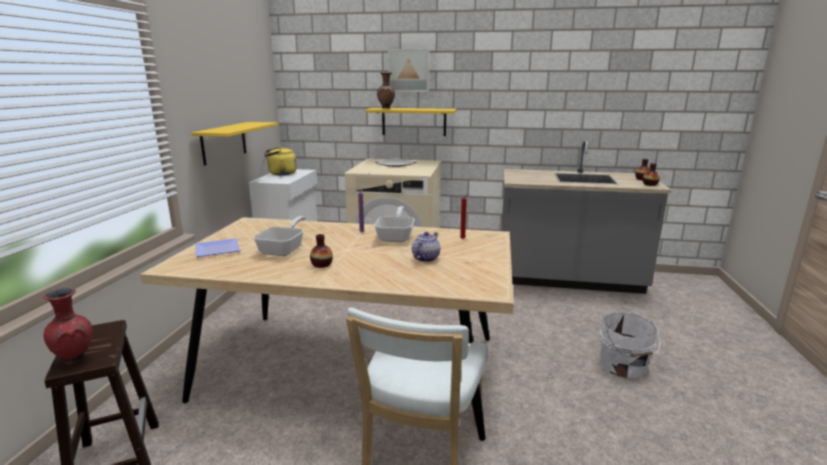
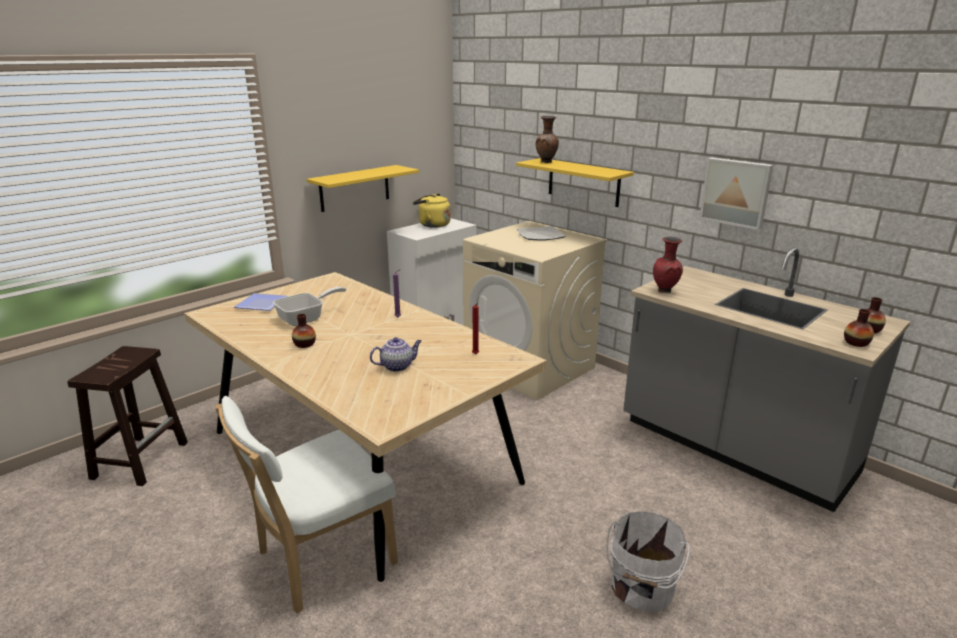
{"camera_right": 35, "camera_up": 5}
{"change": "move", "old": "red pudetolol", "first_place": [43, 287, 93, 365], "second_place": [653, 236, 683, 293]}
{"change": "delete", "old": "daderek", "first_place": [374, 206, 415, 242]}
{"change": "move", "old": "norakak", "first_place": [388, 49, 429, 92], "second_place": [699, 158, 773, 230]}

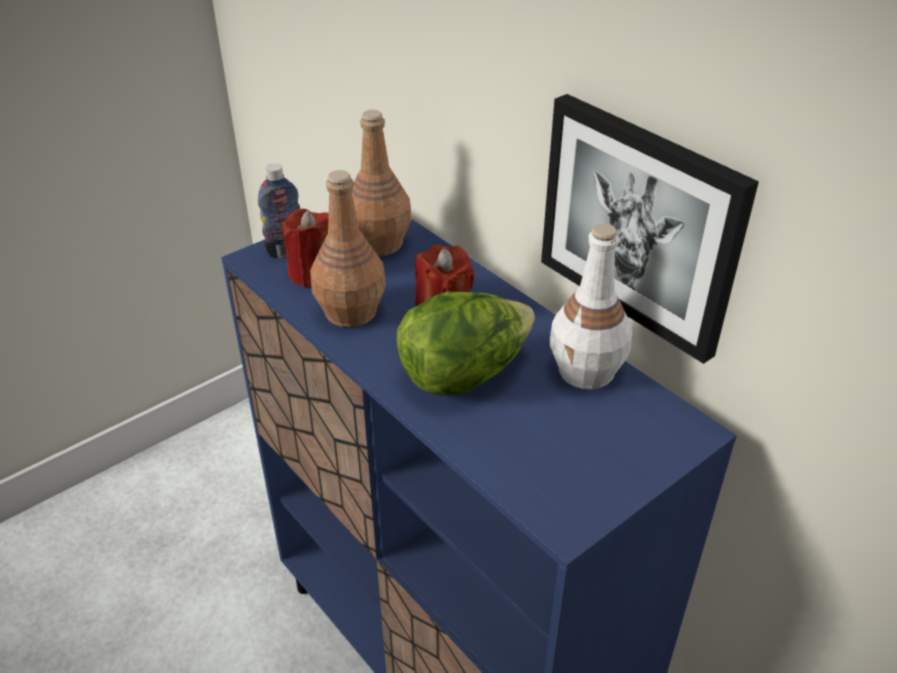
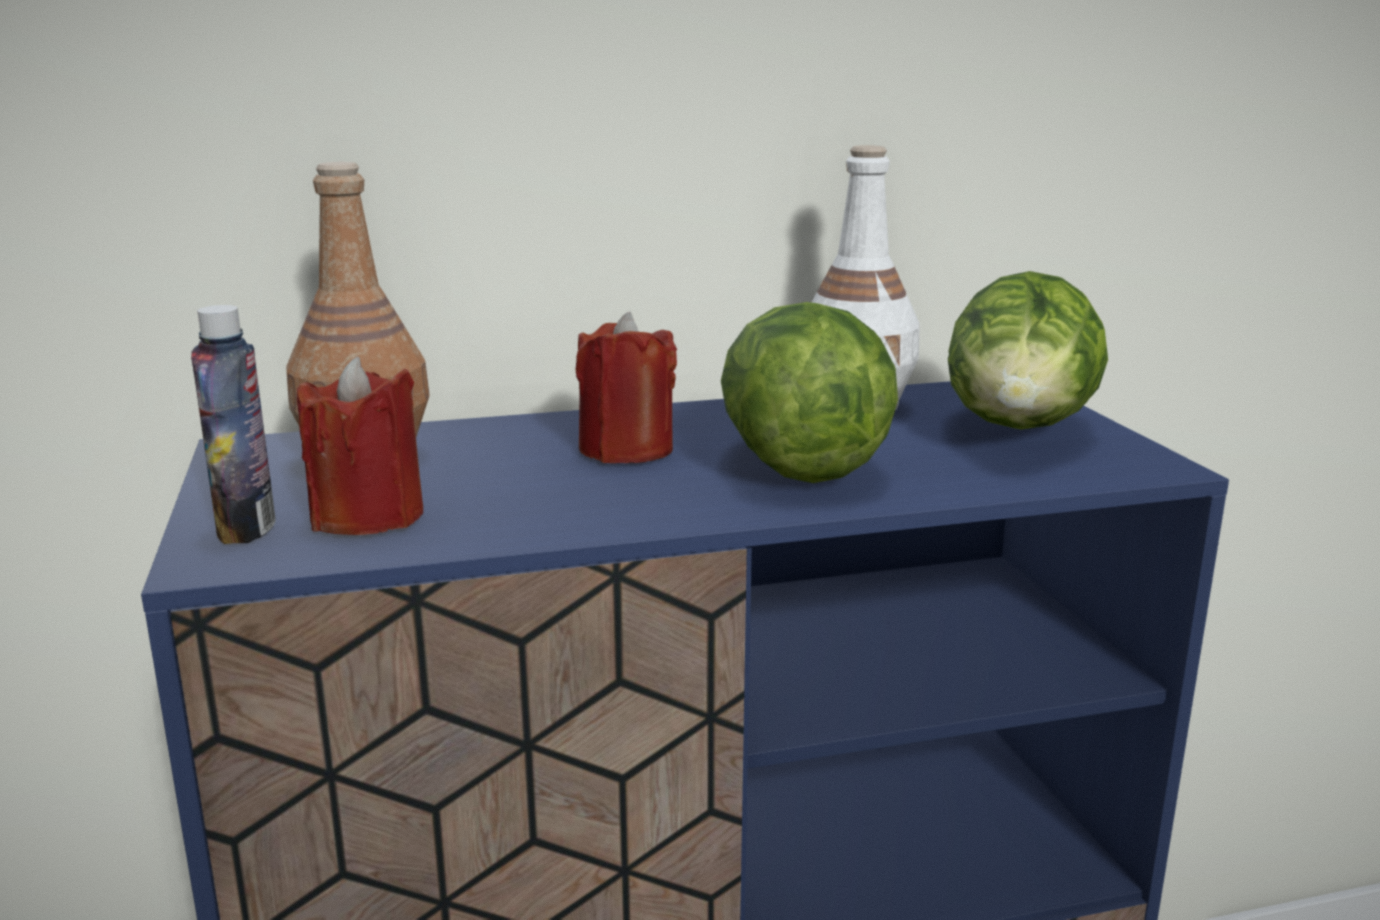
{"camera_right": -65, "camera_up": -20}
{"change": "delete", "old": "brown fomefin", "first_place": [310, 170, 386, 328]}
{"change": "delete", "old": "norakak", "first_place": [541, 94, 759, 364]}
{"change": "insert", "new": "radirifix", "second_place": [948, 271, 1108, 429]}

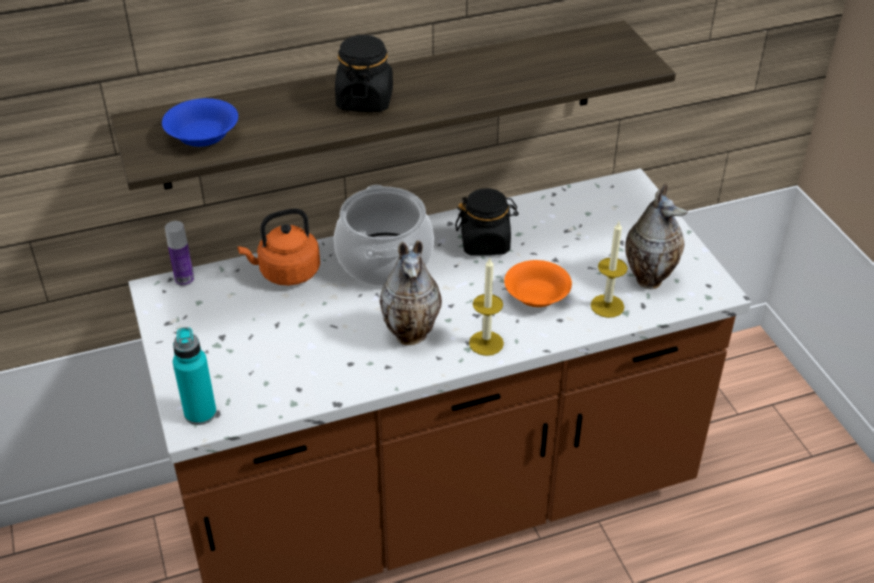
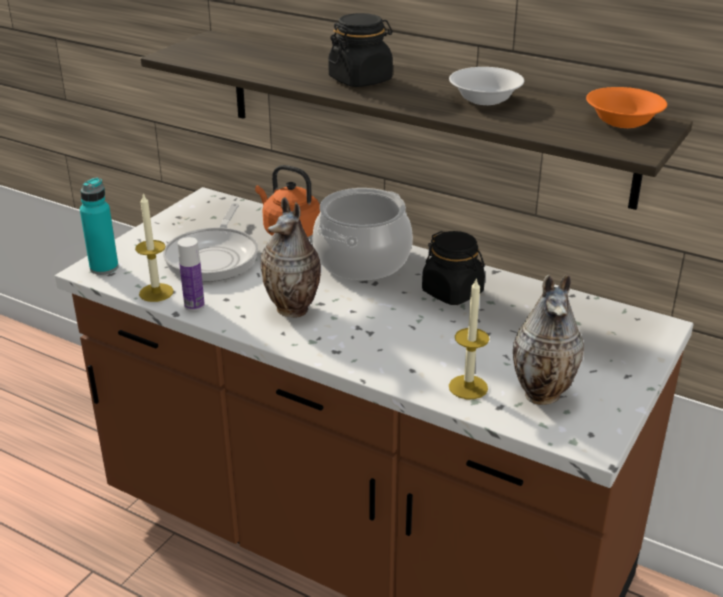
{"camera_right": 50, "camera_up": -10}
{"change": "delete", "old": "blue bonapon", "first_place": [162, 98, 238, 147]}
{"change": "move", "old": "fomefin", "first_place": [165, 221, 194, 286], "second_place": [178, 237, 205, 311]}
{"change": "move", "old": "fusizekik", "first_place": [469, 258, 504, 356], "second_place": [135, 193, 174, 302]}
{"change": "move", "old": "orange bonapon", "first_place": [504, 260, 572, 307], "second_place": [586, 87, 667, 128]}
{"change": "insert", "new": "daderek", "second_place": [163, 203, 258, 282]}
{"change": "insert", "new": "white bonapon", "second_place": [449, 67, 524, 105]}

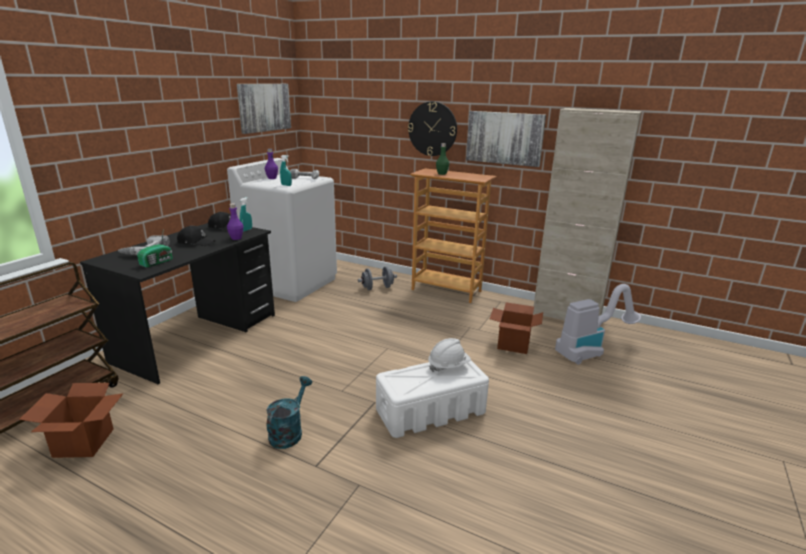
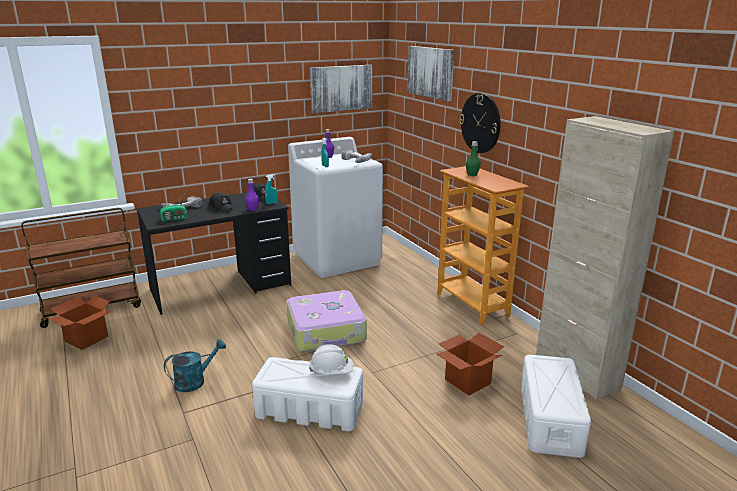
{"camera_right": 35, "camera_up": 0}
{"change": "delete", "old": "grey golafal", "first_place": [358, 266, 397, 290]}
{"change": "move", "old": "norakak", "first_place": [466, 111, 546, 167], "second_place": [407, 46, 454, 101]}
{"change": "replace", "old": "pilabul", "new": "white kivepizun", "first_place": [555, 284, 641, 365], "second_place": [521, 355, 591, 458]}
{"change": "insert", "new": "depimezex", "second_place": [286, 290, 367, 352]}

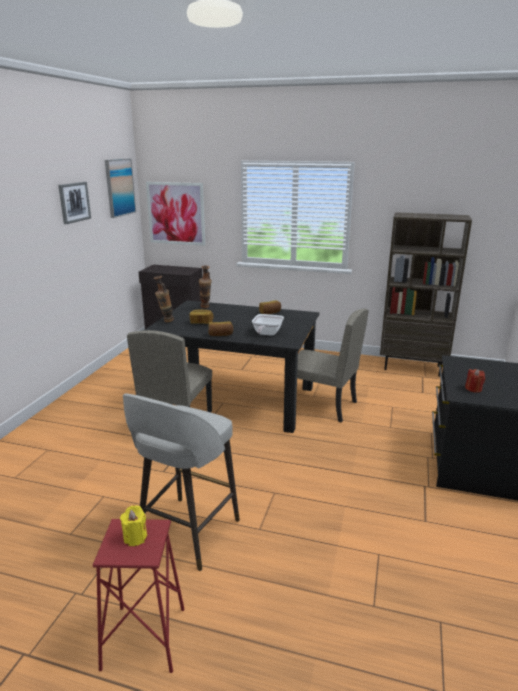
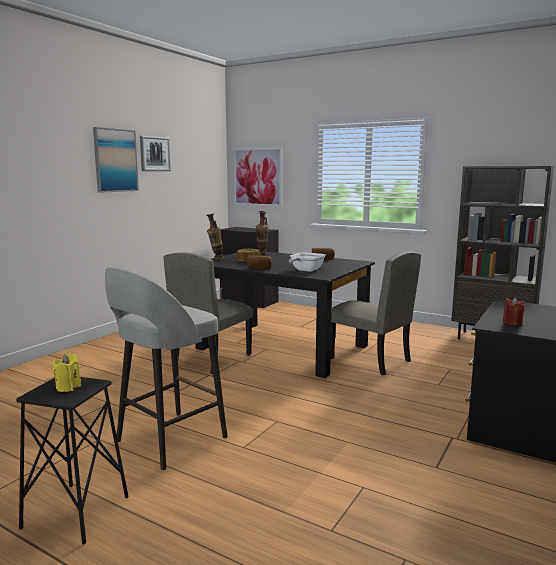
{"camera_right": 15, "camera_up": -10}
{"change": "recolor", "old": "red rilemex", "new": "black rilemex", "first_place": [93, 519, 184, 673], "second_place": [16, 377, 129, 544]}
{"change": "move", "old": "norakak", "first_place": [105, 159, 136, 218], "second_place": [93, 127, 139, 193]}

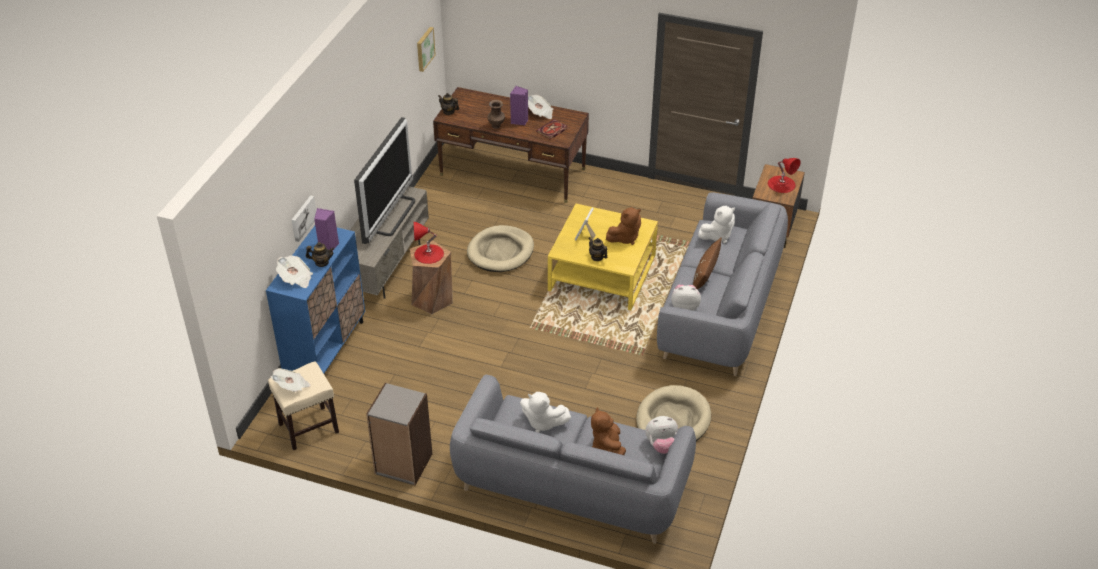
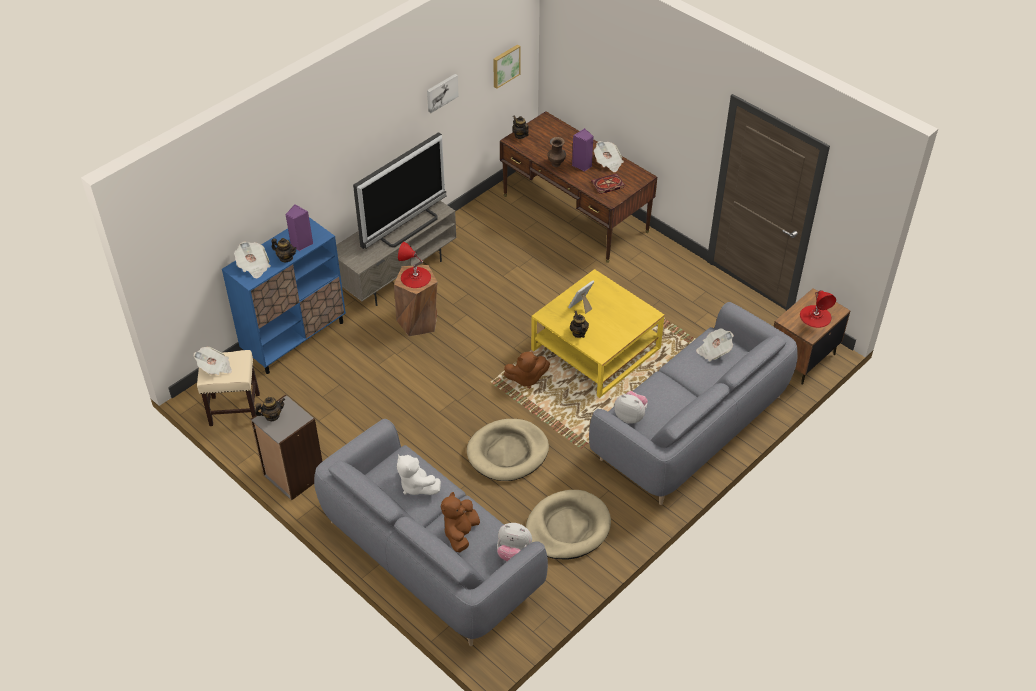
{"camera_right": 25, "camera_up": 5}
{"change": "move", "old": "norakak", "first_place": [292, 195, 316, 242], "second_place": [427, 74, 459, 113]}
{"change": "move", "old": "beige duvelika", "first_place": [467, 225, 534, 272], "second_place": [467, 419, 549, 481]}
{"change": "move", "old": "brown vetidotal", "first_place": [606, 207, 641, 245], "second_place": [504, 352, 550, 389]}
{"change": "delete", "old": "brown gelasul", "first_place": [693, 237, 722, 289]}
{"change": "replace", "old": "white vetidotal", "new": "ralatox", "first_place": [698, 206, 735, 243], "second_place": [696, 328, 734, 361]}
{"change": "insert", "new": "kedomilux", "second_place": [255, 397, 285, 421]}

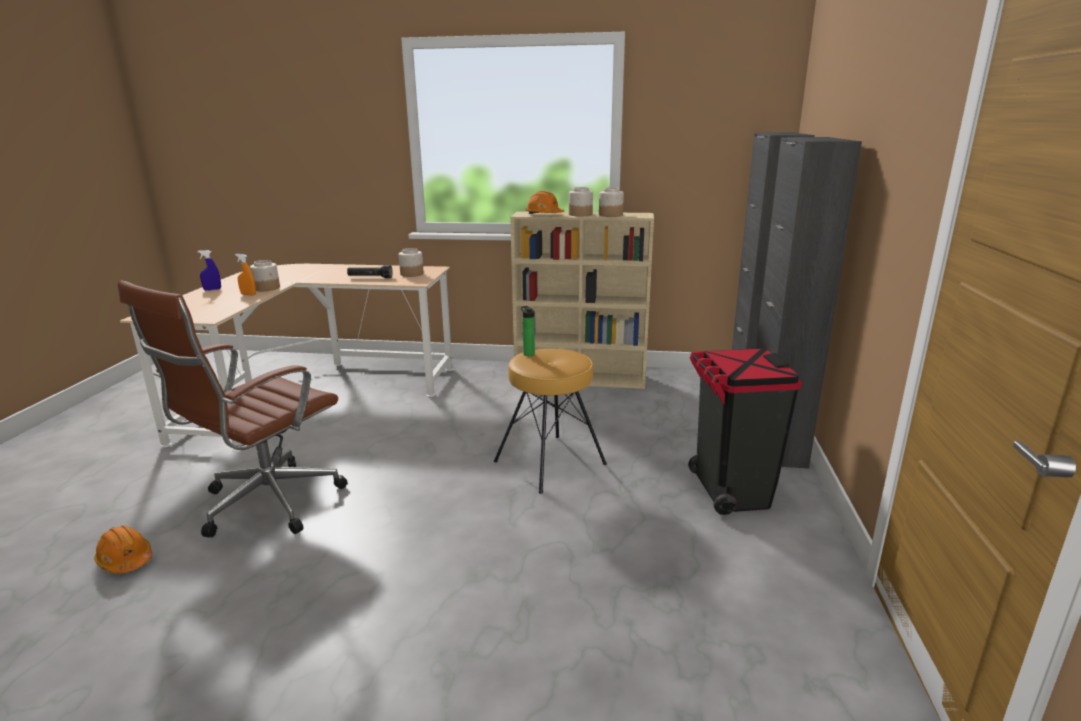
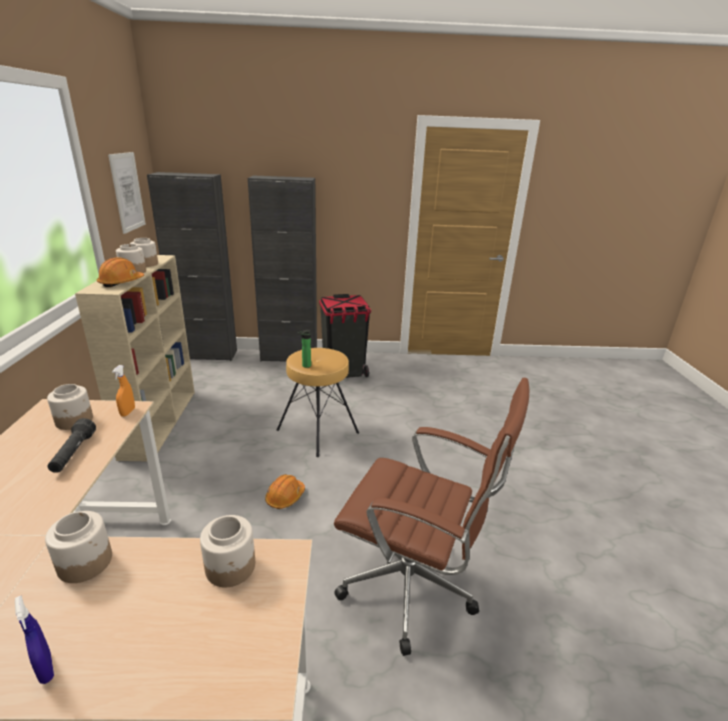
{"camera_right": -100, "camera_up": 5}
{"change": "move", "old": "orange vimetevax", "first_place": [94, 525, 152, 574], "second_place": [265, 474, 305, 509]}
{"change": "move", "old": "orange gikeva", "first_place": [235, 254, 256, 295], "second_place": [112, 365, 135, 417]}
{"change": "insert", "new": "norakak", "second_place": [108, 152, 146, 234]}
{"change": "insert", "new": "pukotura", "second_place": [200, 515, 255, 587]}

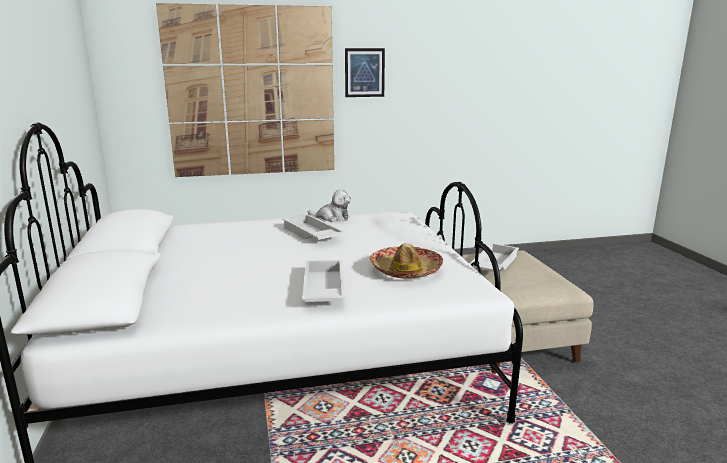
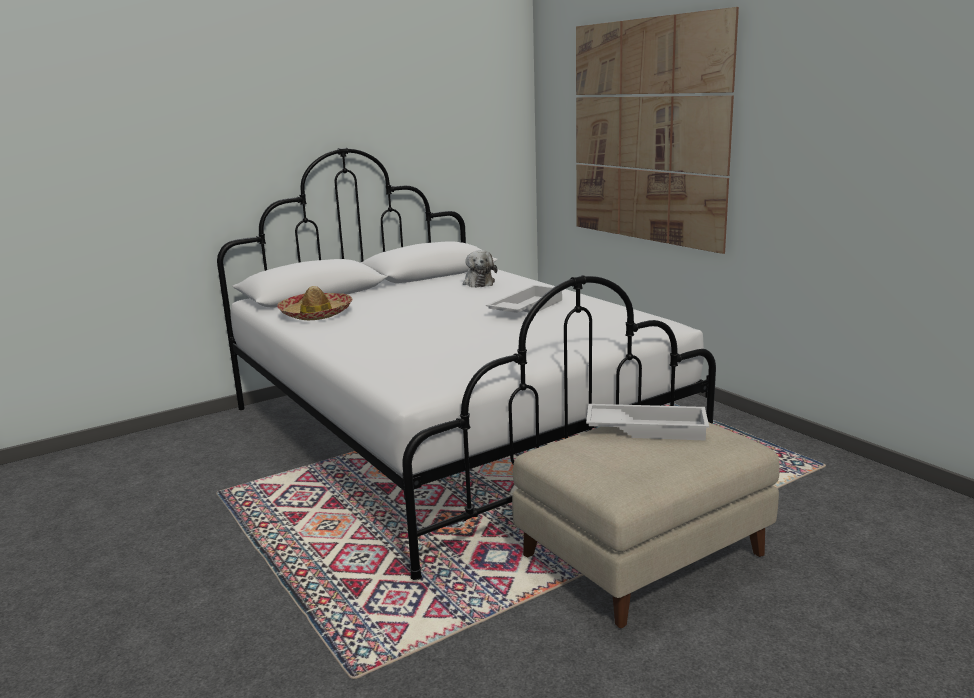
{"camera_right": 70, "camera_up": 0}
{"change": "delete", "old": "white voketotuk", "first_place": [302, 260, 345, 302]}
{"change": "move", "old": "vetidotal", "first_place": [308, 189, 351, 222], "second_place": [463, 250, 497, 288]}
{"change": "delete", "old": "norakak", "first_place": [345, 48, 385, 97]}
{"change": "move", "old": "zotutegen", "first_place": [369, 243, 443, 279], "second_place": [277, 286, 353, 320]}

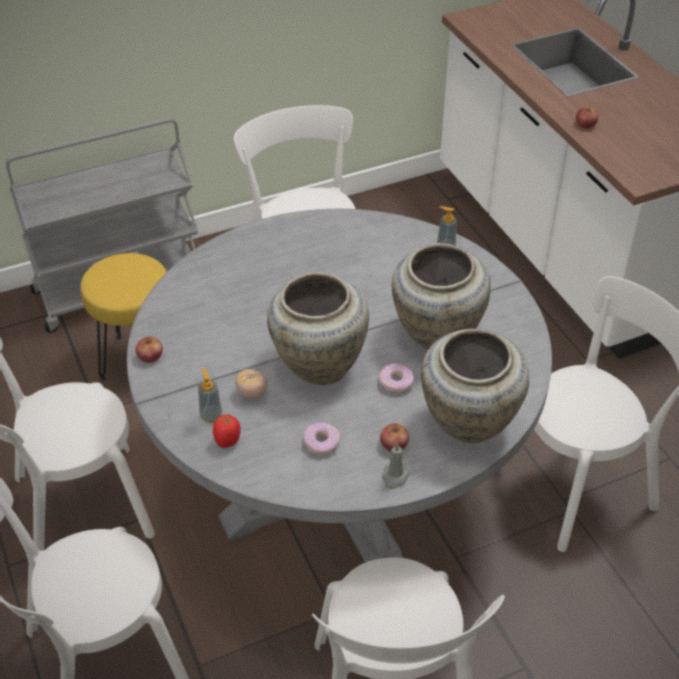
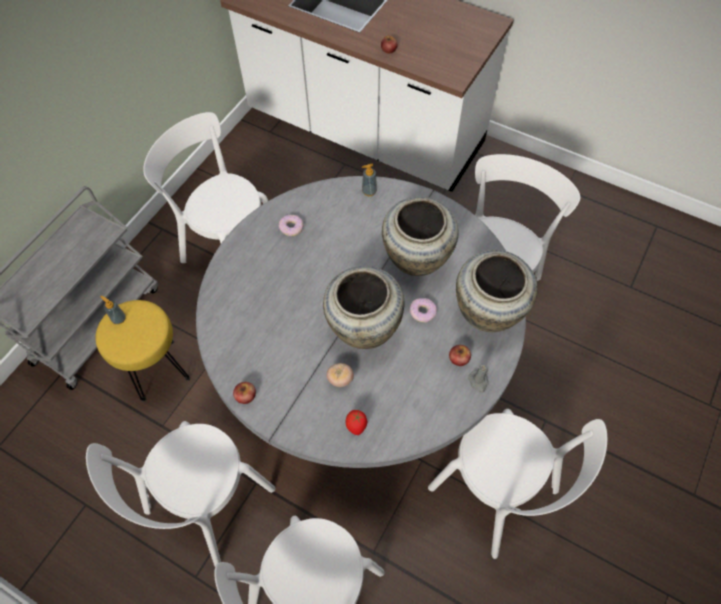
{"camera_right": -35, "camera_up": 15}
{"change": "move", "old": "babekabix", "first_place": [198, 367, 222, 423], "second_place": [100, 296, 126, 324]}
{"change": "move", "old": "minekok", "first_place": [303, 423, 340, 455], "second_place": [278, 215, 304, 236]}

